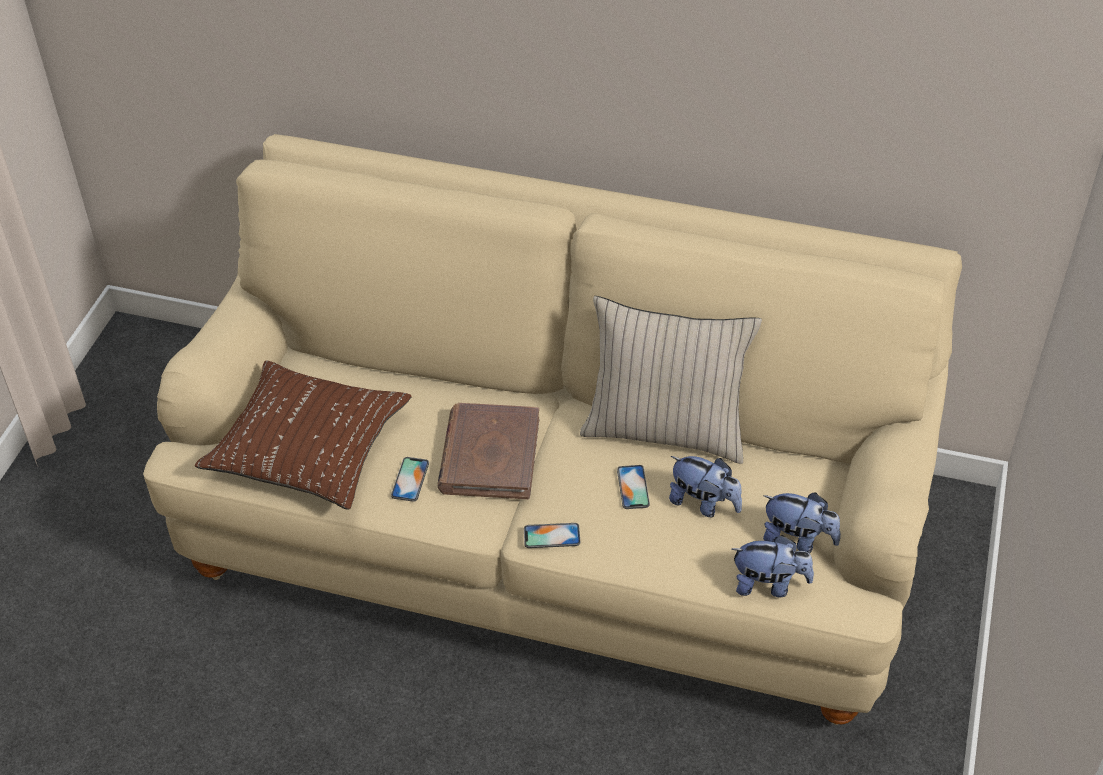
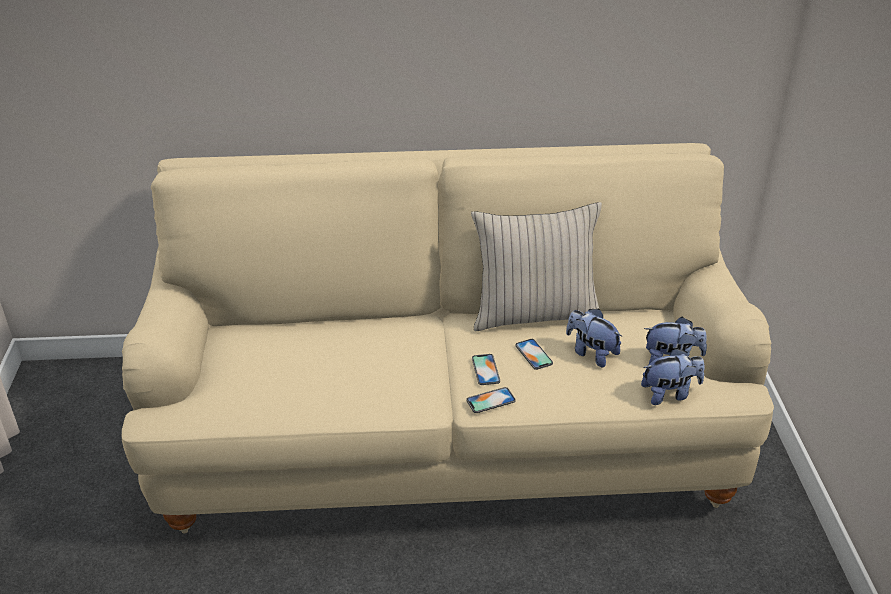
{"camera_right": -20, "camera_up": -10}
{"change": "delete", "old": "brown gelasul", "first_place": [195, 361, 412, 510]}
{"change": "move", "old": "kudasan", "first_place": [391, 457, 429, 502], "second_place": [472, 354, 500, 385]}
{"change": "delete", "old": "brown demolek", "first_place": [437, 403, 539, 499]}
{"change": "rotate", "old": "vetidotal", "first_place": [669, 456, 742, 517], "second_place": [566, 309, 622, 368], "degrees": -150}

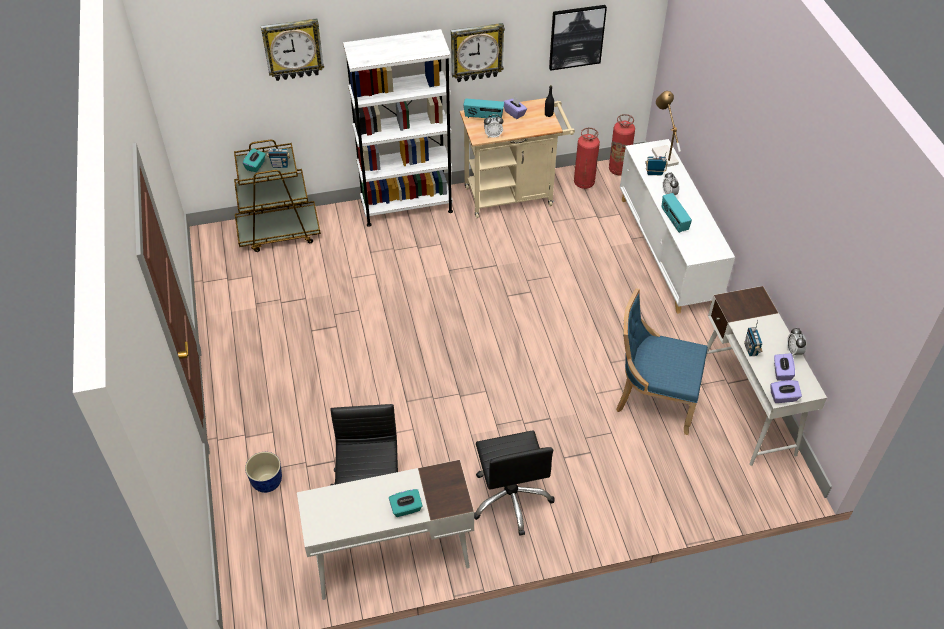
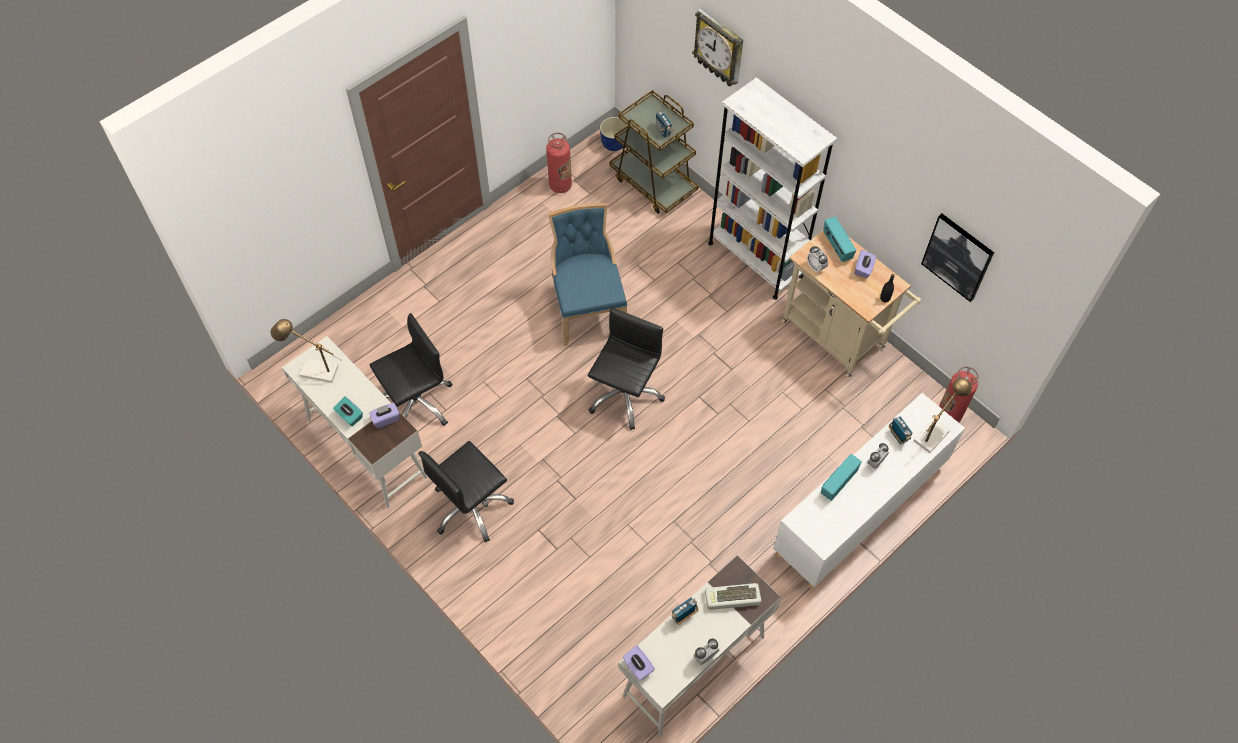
{"camera_right": 60, "camera_up": 10}
{"change": "delete", "old": "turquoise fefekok", "first_place": [243, 148, 266, 172]}
{"change": "move", "old": "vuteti", "first_place": [245, 452, 282, 493], "second_place": [600, 117, 628, 151]}
{"change": "delete", "old": "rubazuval", "first_place": [451, 23, 505, 82]}
{"change": "move", "old": "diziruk", "first_place": [574, 128, 600, 189], "second_place": [546, 133, 572, 193]}
{"change": "move", "old": "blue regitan", "first_place": [616, 288, 708, 435], "second_place": [548, 203, 627, 346]}
{"change": "move", "old": "purple fefekok", "first_place": [774, 353, 795, 381], "second_place": [369, 403, 400, 428]}
{"change": "insert", "new": "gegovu", "second_place": [271, 319, 343, 383]}
{"change": "insert", "new": "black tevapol", "second_place": [588, 307, 665, 430]}
{"change": "insert", "new": "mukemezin", "second_place": [705, 583, 762, 610]}

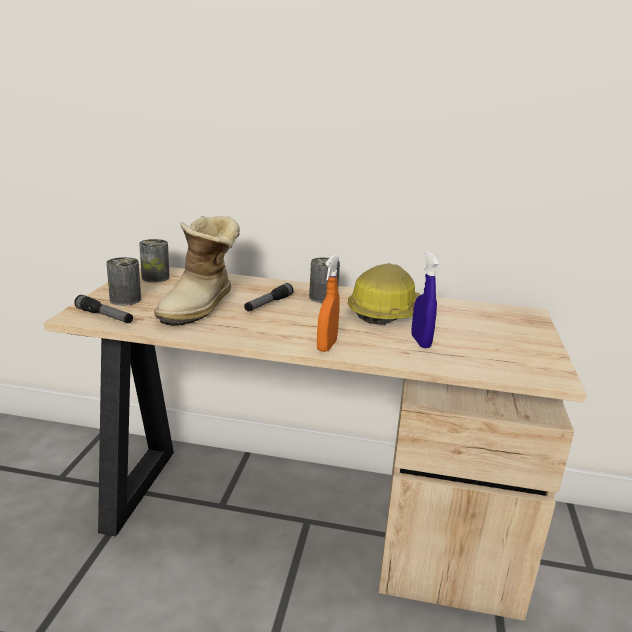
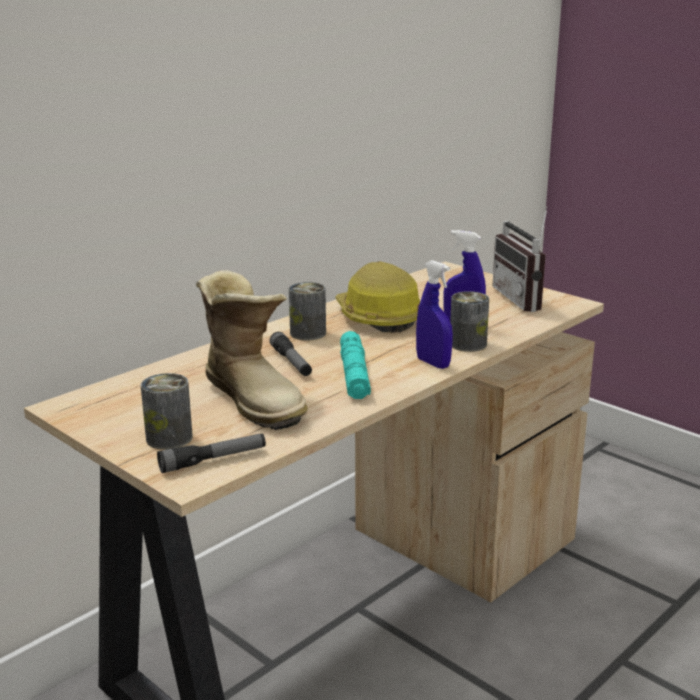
{"camera_right": -55, "camera_up": 0}
{"change": "move", "old": "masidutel", "first_place": [139, 239, 170, 282], "second_place": [450, 291, 489, 352]}
{"change": "recolor", "old": "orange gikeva", "new": "blue gikeva", "first_place": [317, 255, 340, 352], "second_place": [416, 260, 453, 369]}
{"change": "insert", "new": "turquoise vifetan", "second_place": [340, 331, 371, 399]}
{"change": "insert", "new": "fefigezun", "second_place": [492, 206, 548, 312]}

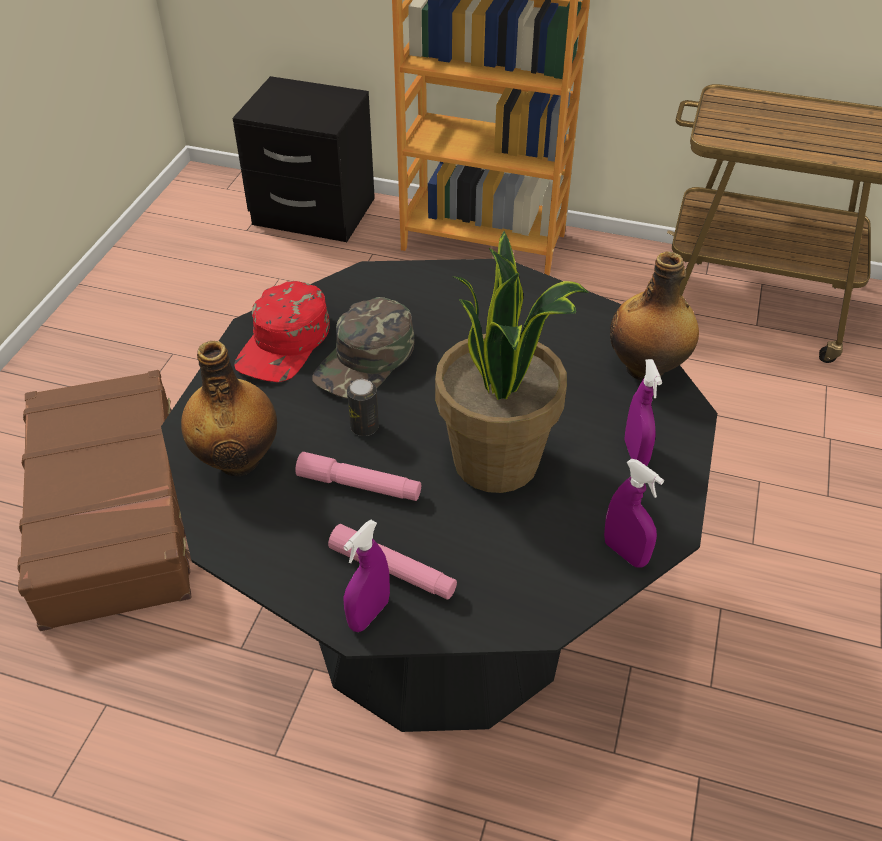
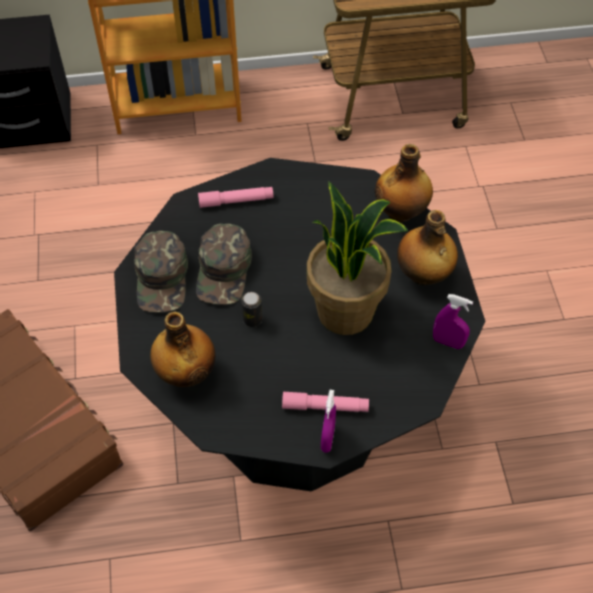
{"camera_right": -25, "camera_up": 10}
{"change": "recolor", "old": "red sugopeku", "new": "green sugopeku", "first_place": [234, 281, 330, 382], "second_place": [134, 231, 188, 312]}
{"change": "move", "old": "pink vifetan", "first_place": [295, 452, 421, 501], "second_place": [198, 187, 274, 208]}
{"change": "replace", "old": "purple gikeva", "new": "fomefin", "first_place": [624, 359, 662, 466], "second_place": [397, 210, 458, 285]}

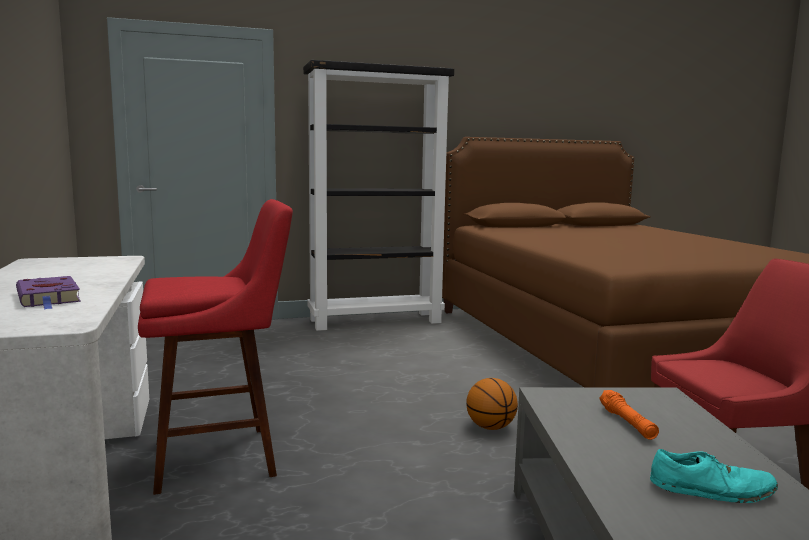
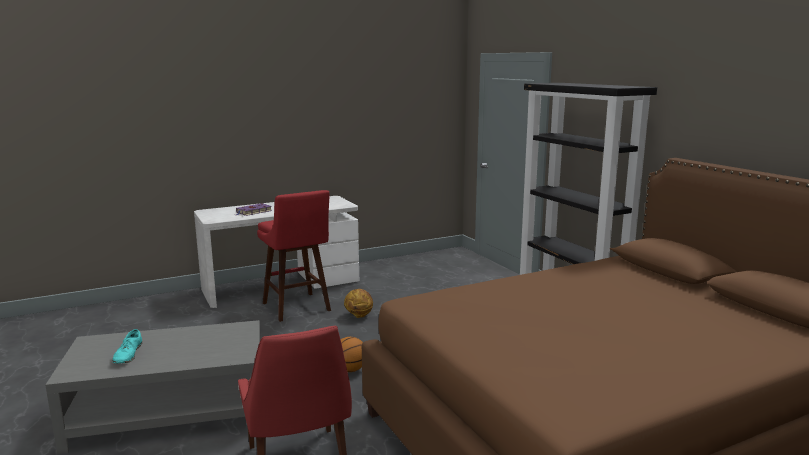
{"camera_right": 80, "camera_up": 5}
{"change": "delete", "old": "orange vifetan", "first_place": [599, 390, 659, 440]}
{"change": "insert", "new": "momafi", "second_place": [344, 289, 373, 318]}

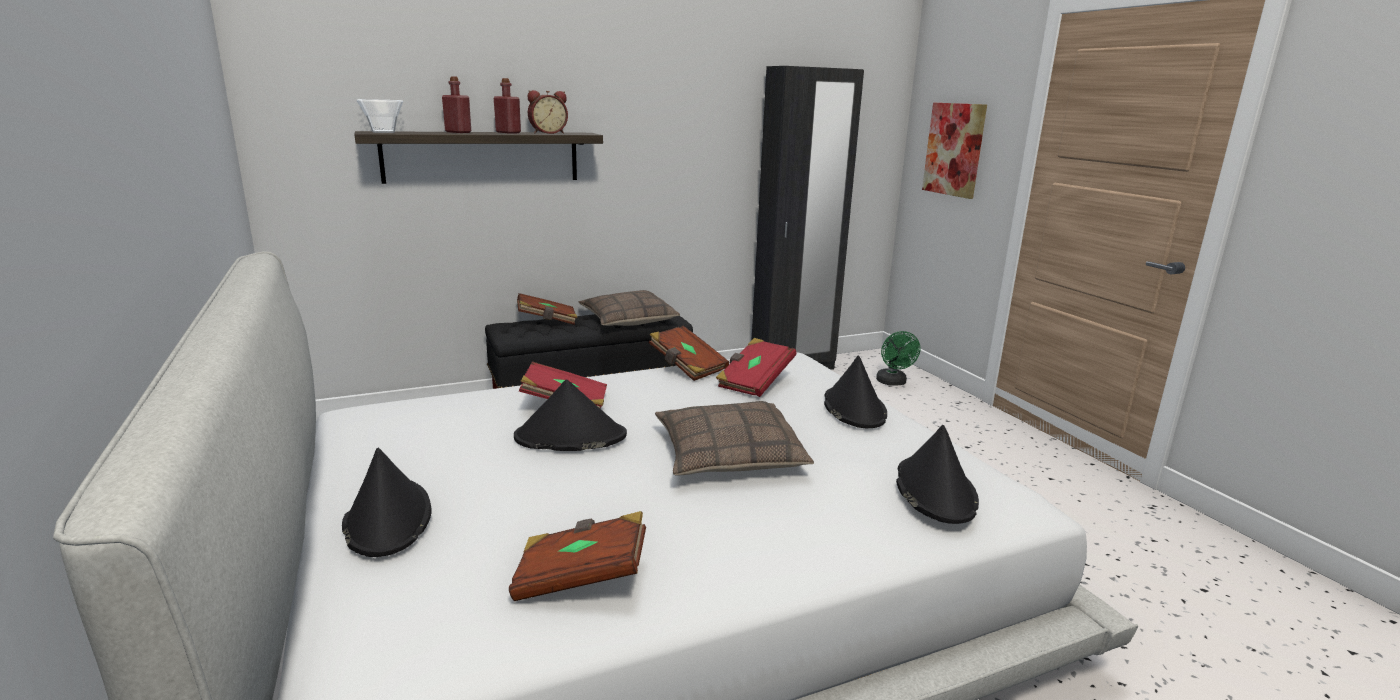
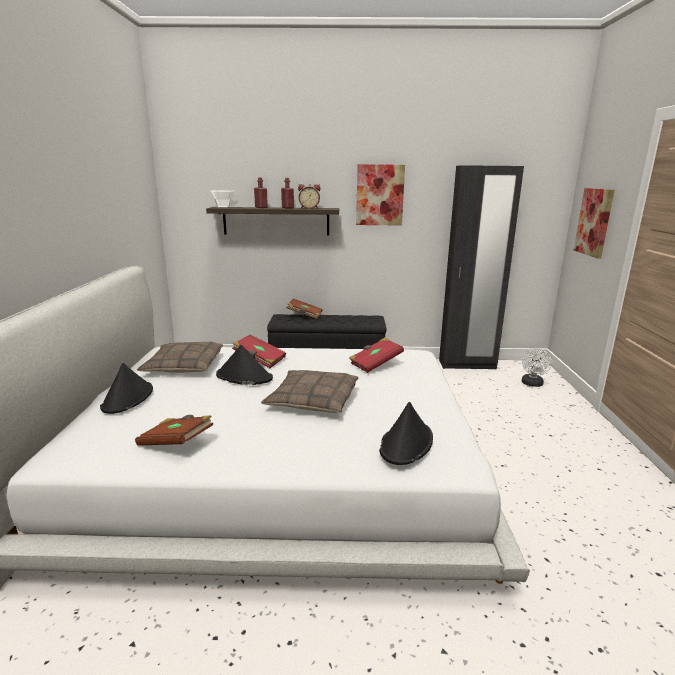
{"camera_right": 25, "camera_up": 0}
{"change": "move", "old": "gelasul", "first_place": [579, 290, 680, 326], "second_place": [137, 342, 223, 373]}
{"change": "delete", "old": "brown demolek", "first_place": [649, 326, 729, 381]}
{"change": "delete", "old": "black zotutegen", "first_place": [824, 355, 887, 428]}
{"change": "recolor", "old": "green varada", "new": "white varada", "first_place": [876, 331, 920, 386], "second_place": [522, 349, 552, 387]}
{"change": "insert", "new": "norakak", "second_place": [356, 164, 405, 226]}

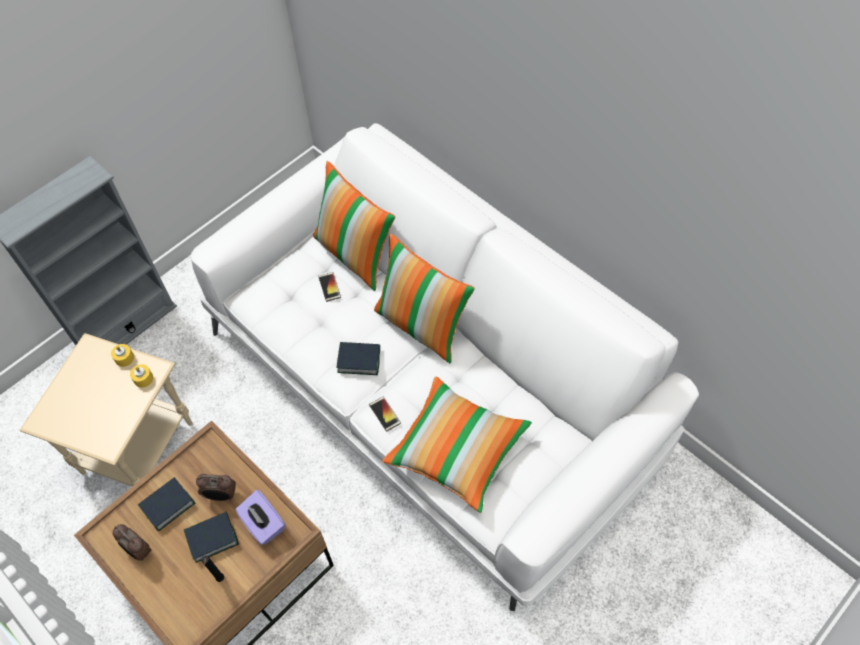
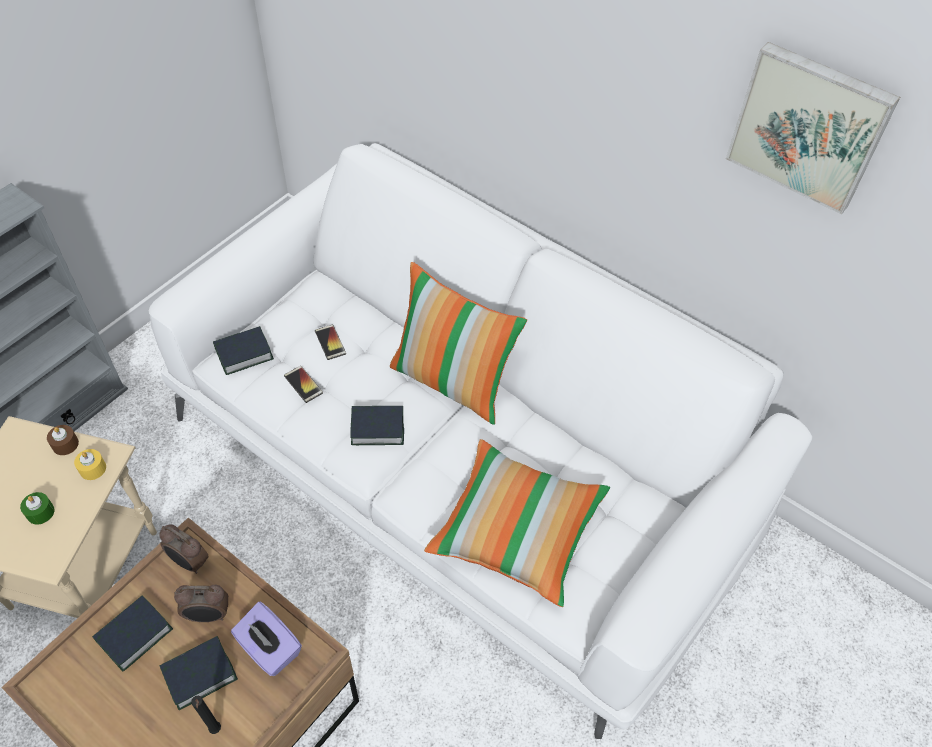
{"camera_right": -10, "camera_up": -5}
{"change": "recolor", "old": "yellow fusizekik", "new": "brown fusizekik", "first_place": [111, 344, 134, 367], "second_place": [47, 425, 79, 455]}
{"change": "move", "old": "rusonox", "first_place": [113, 524, 151, 561], "second_place": [159, 524, 209, 574]}
{"change": "delete", "old": "gelasul", "first_place": [313, 161, 395, 291]}
{"change": "move", "old": "kudasan", "first_place": [369, 397, 401, 432], "second_place": [284, 366, 323, 403]}
{"change": "insert", "new": "green fusizekik", "second_place": [20, 492, 54, 525]}
{"change": "insert", "new": "demolek", "second_place": [213, 326, 274, 375]}
{"change": "insert", "new": "norakak", "second_place": [726, 42, 900, 214]}

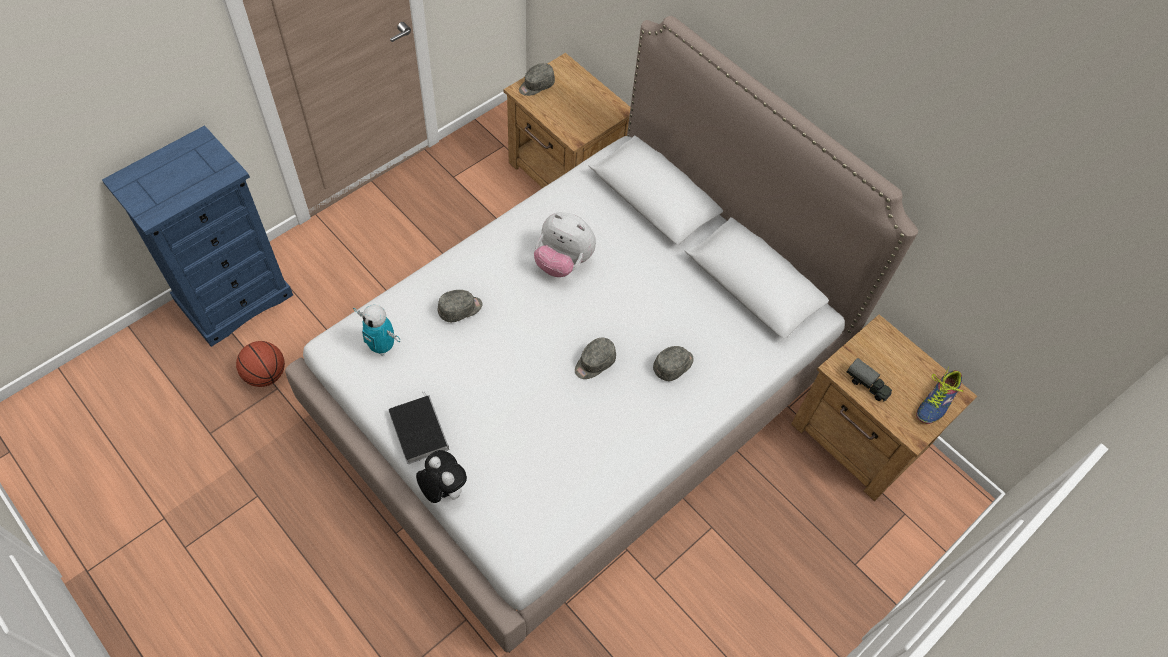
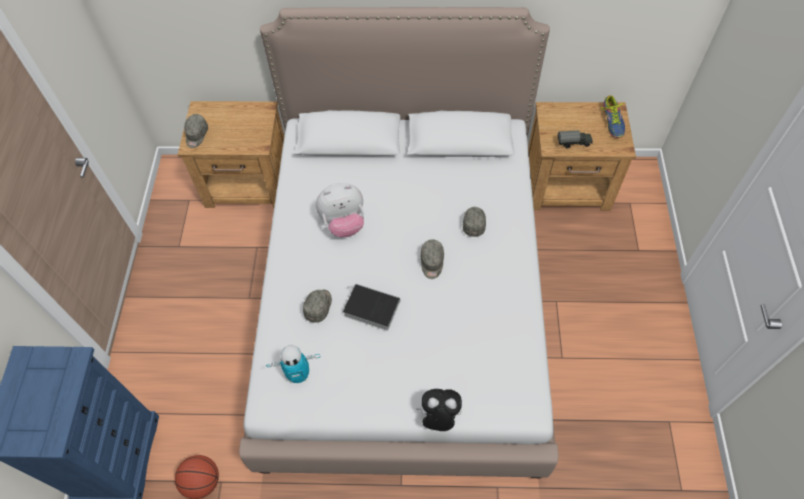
{"camera_right": -40, "camera_up": 0}
{"change": "move", "old": "demolek", "first_place": [389, 392, 449, 464], "second_place": [343, 284, 400, 331]}

